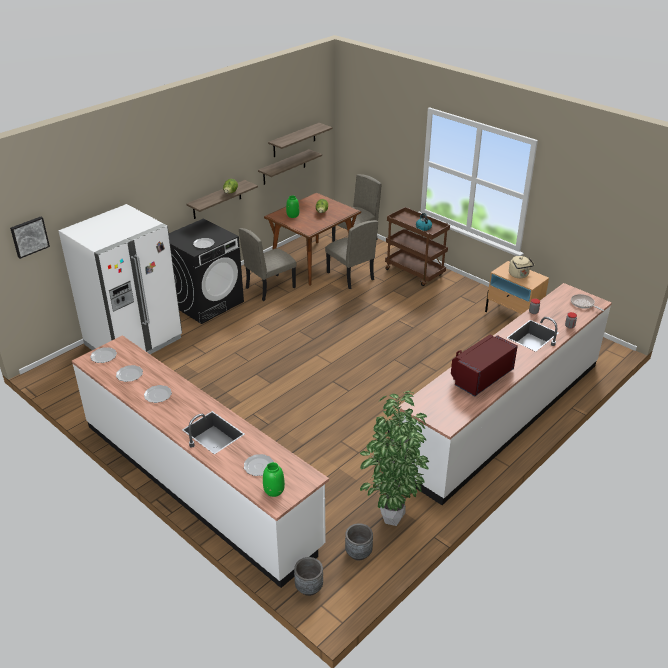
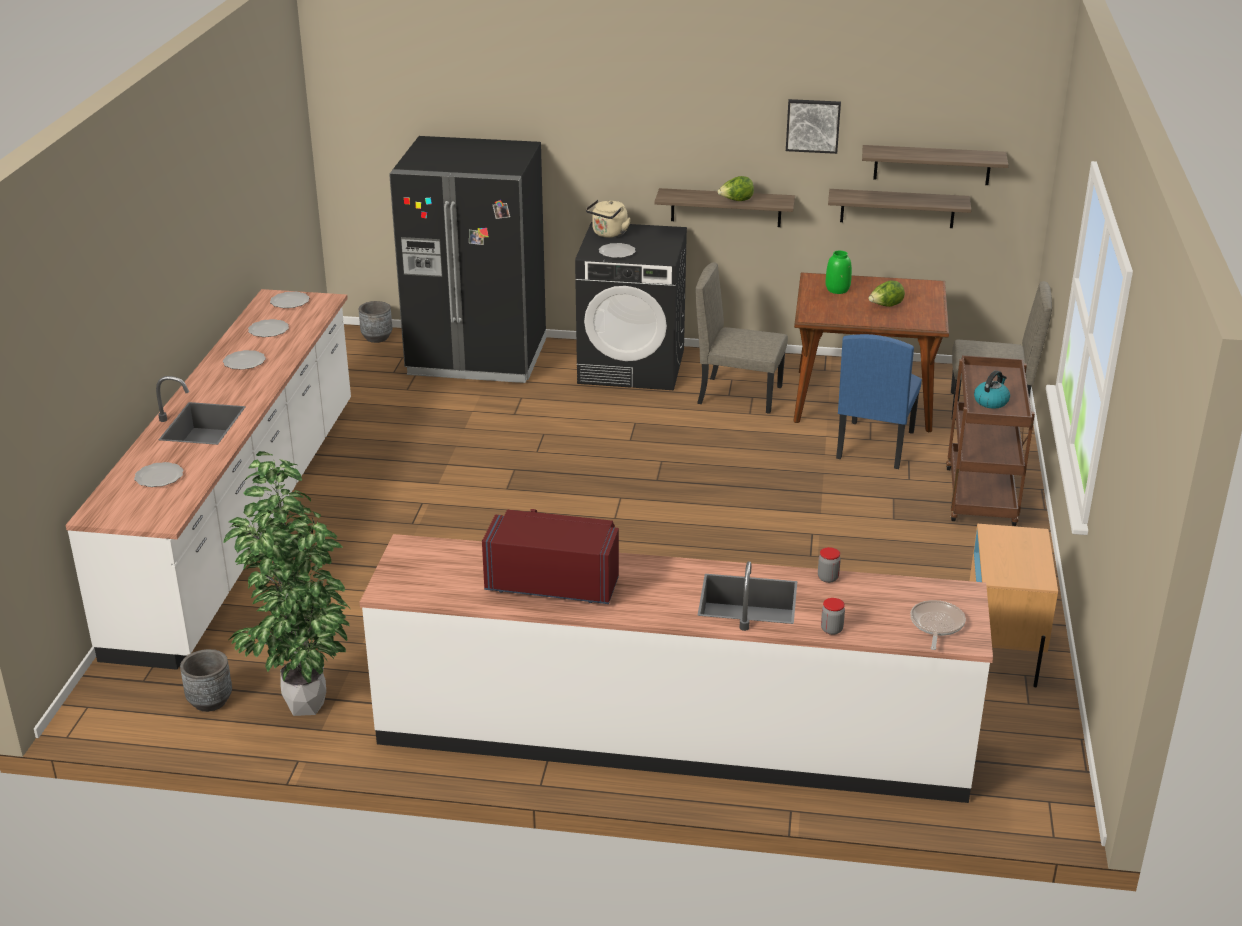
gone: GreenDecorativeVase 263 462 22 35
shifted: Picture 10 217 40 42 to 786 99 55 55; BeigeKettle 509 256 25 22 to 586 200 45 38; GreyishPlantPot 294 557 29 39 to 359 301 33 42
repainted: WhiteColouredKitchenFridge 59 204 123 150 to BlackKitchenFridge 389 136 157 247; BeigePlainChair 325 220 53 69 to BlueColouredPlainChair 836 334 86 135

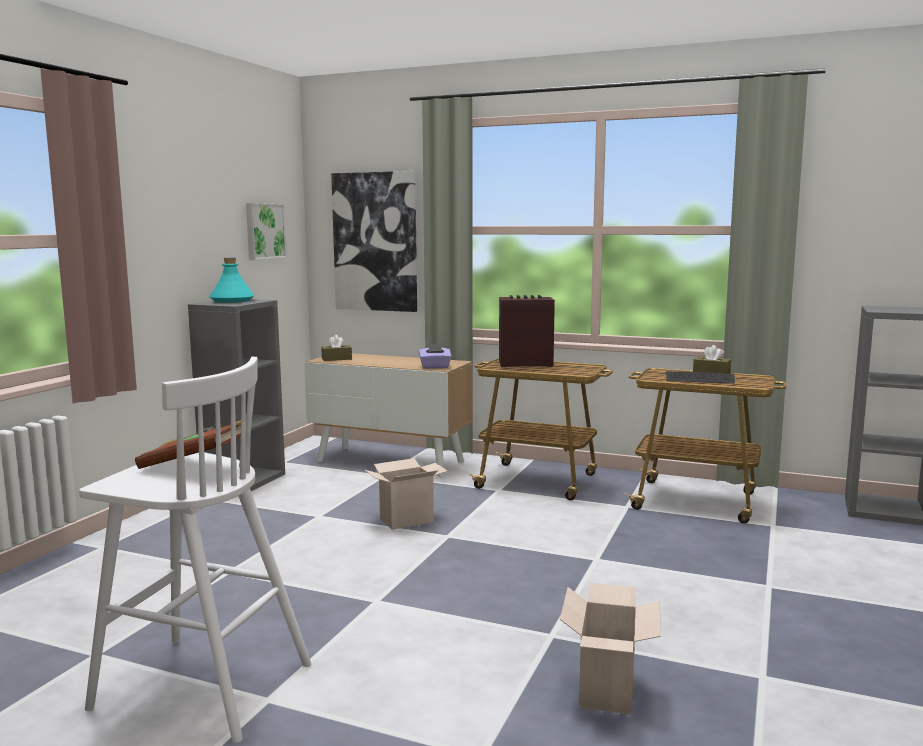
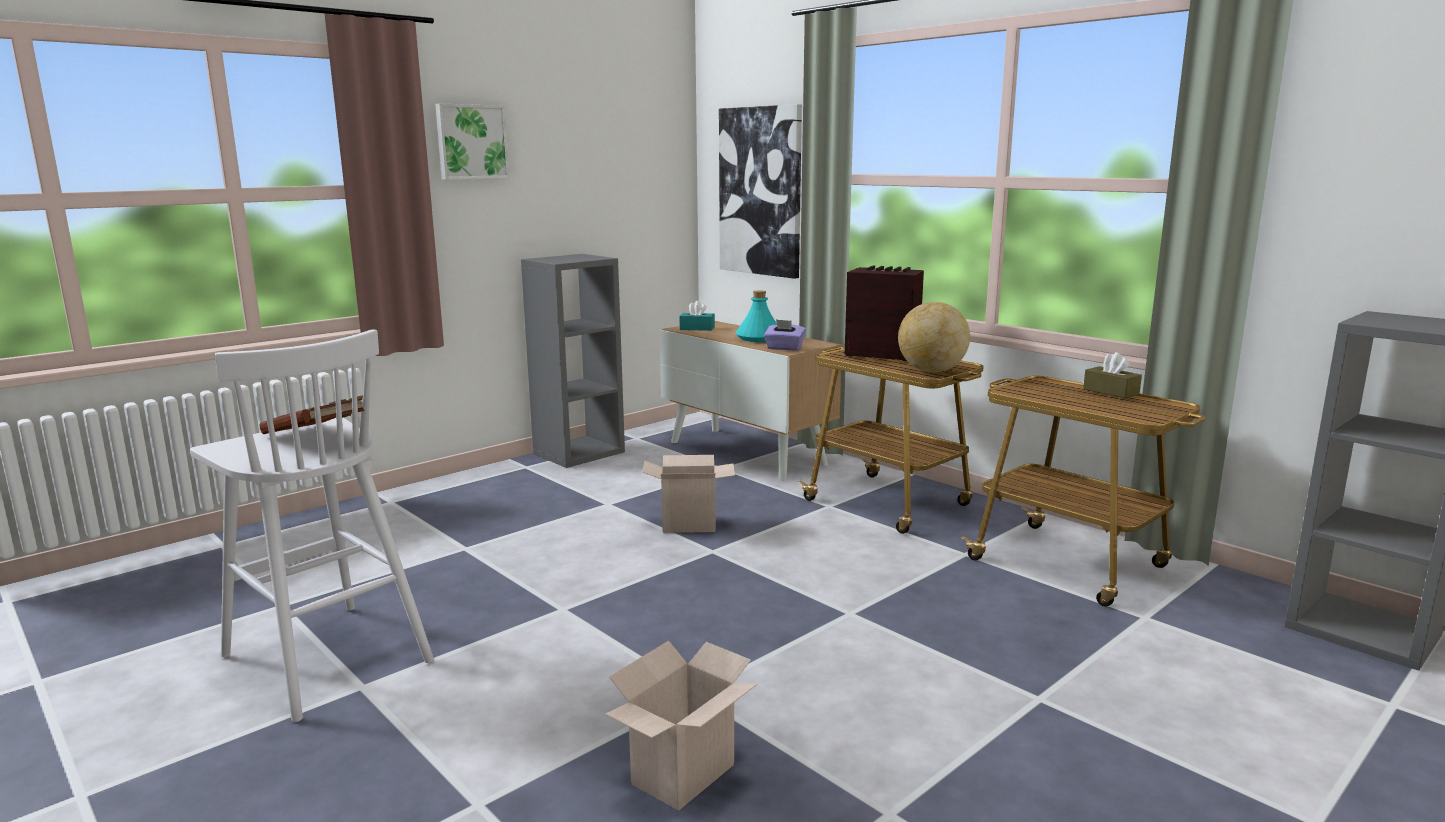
gone: PcKeyboard 666 371 69 12
new: DeskGlobe 898 302 72 70
shifted: Picture 246 203 41 57 to 435 104 75 76; TurquoiseColouredDrinkBottle 209 258 46 45 to 735 291 42 51
repainted: BrownTissueBox 321 335 31 26 to TurquoiseColouredTissueBox 679 301 36 30

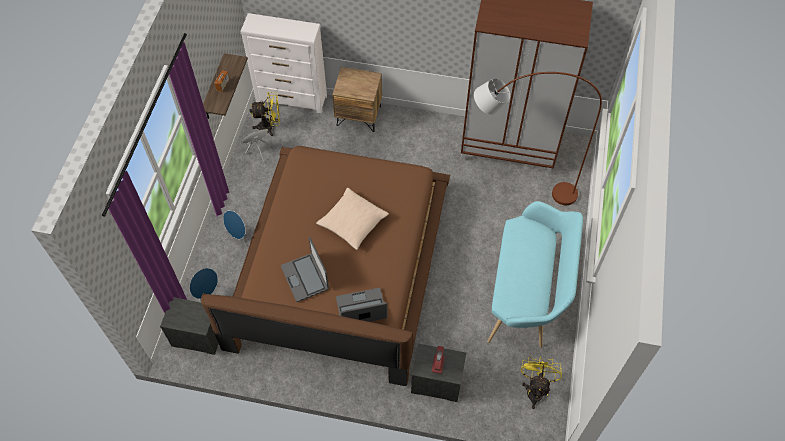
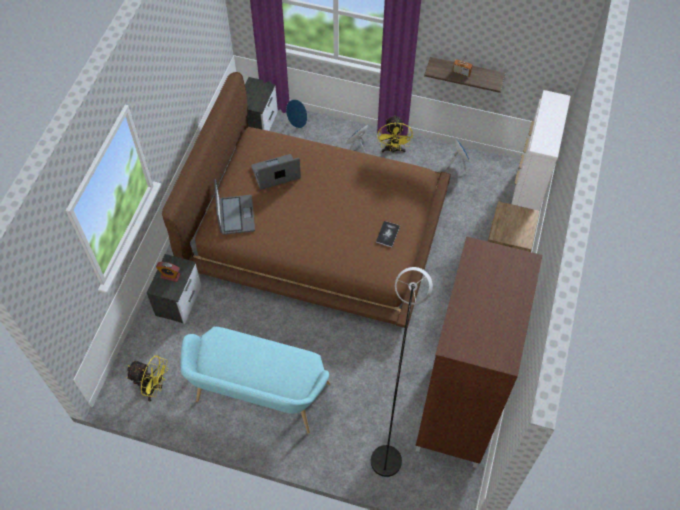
gone: BeigePillow 316 188 73 62
new: BoundBook 376 221 24 26
shifted: YellowElectricFan 250 92 30 44 to 377 115 36 39
repainted: BrownFloorLamp 474 72 128 133 to GreyishFloorLamp 371 267 62 210

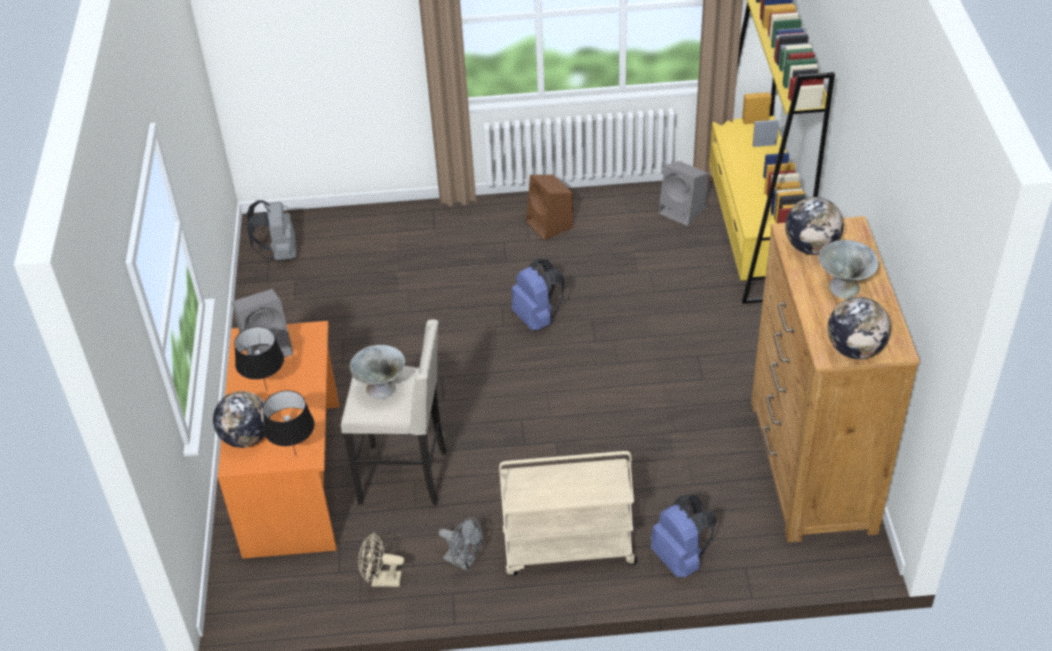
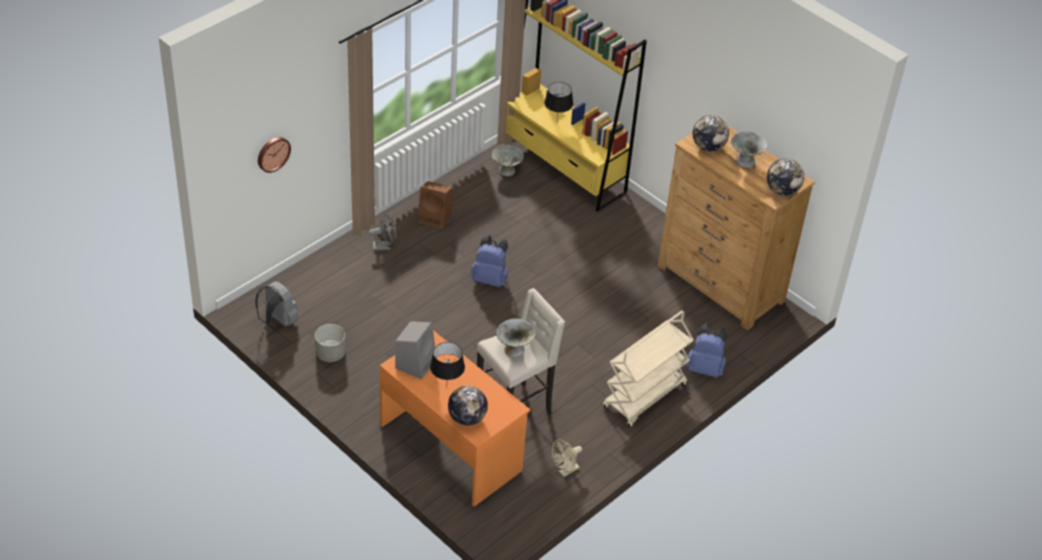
new: HangingClock 258 137 33 36; GreyishPlantPot 315 324 31 38
shifted: BlackLampForATable 263 390 52 65 to 544 82 29 39; GreyishElectricFan 439 517 44 54 to 368 214 29 37
swapped: GreyishAudioSpeaker 659 161 49 65 to GreyishBowl 492 145 32 31

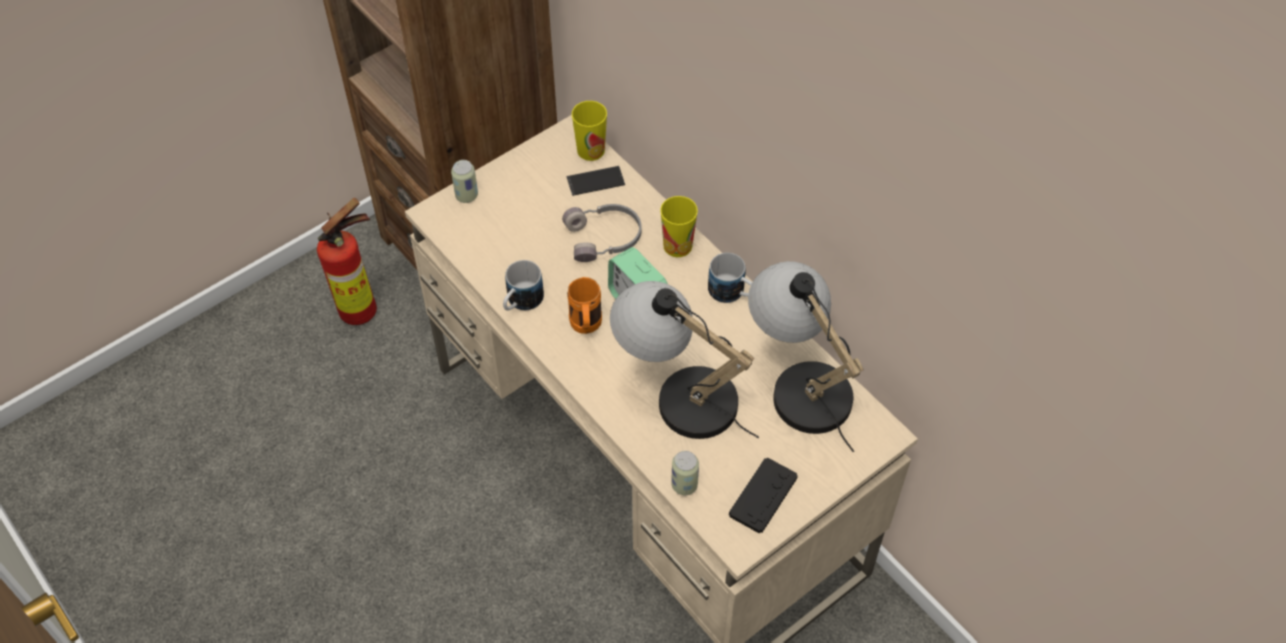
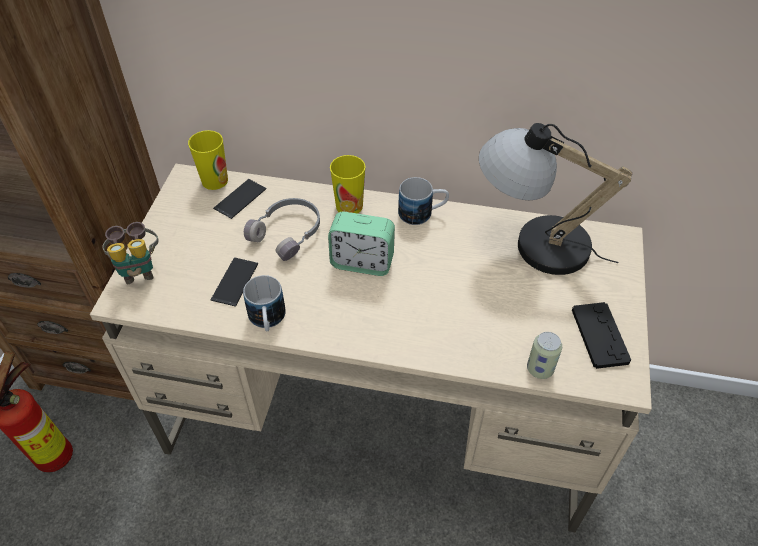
gone: OrangeMug 567 277 35 57; LampForATable 610 281 149 158
new: Phone 211 257 47 50
swapped: MetalCan 451 160 27 43 to FieldGlasses 102 222 57 62

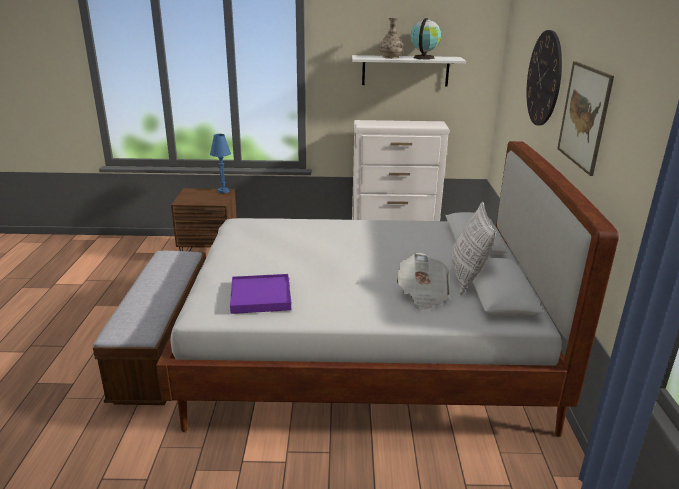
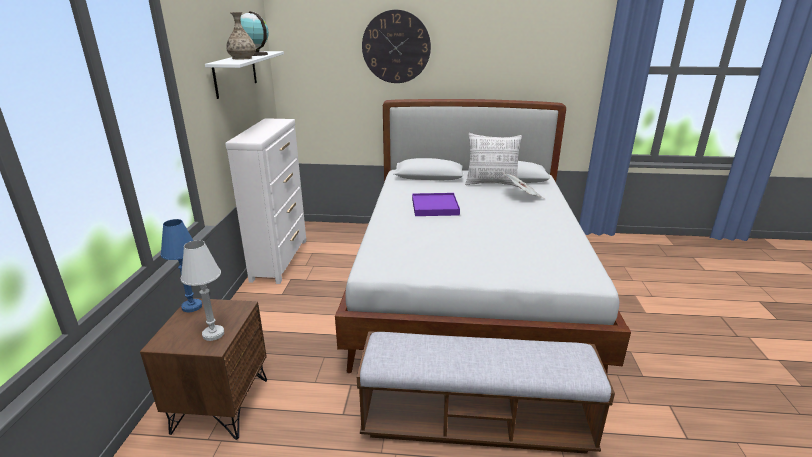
gone: Picture 557 61 57 115
new: WhiteColouredLampForATable 181 240 43 101
shifted: PurplishCarryingTray 230 274 61 40 to 412 193 48 23

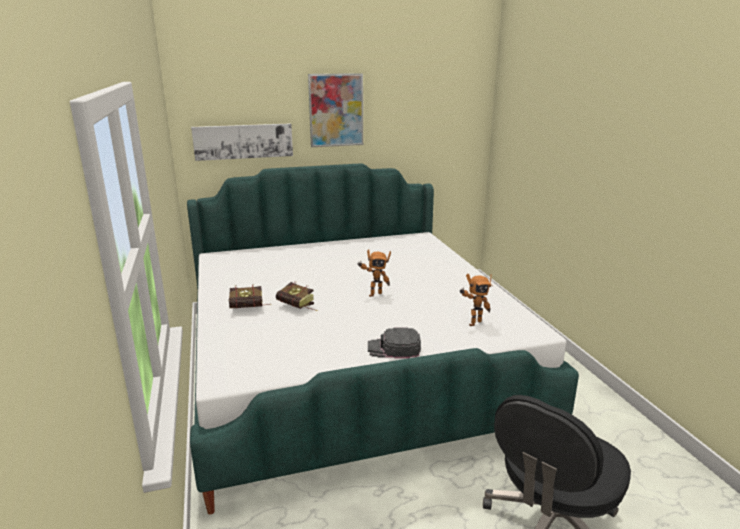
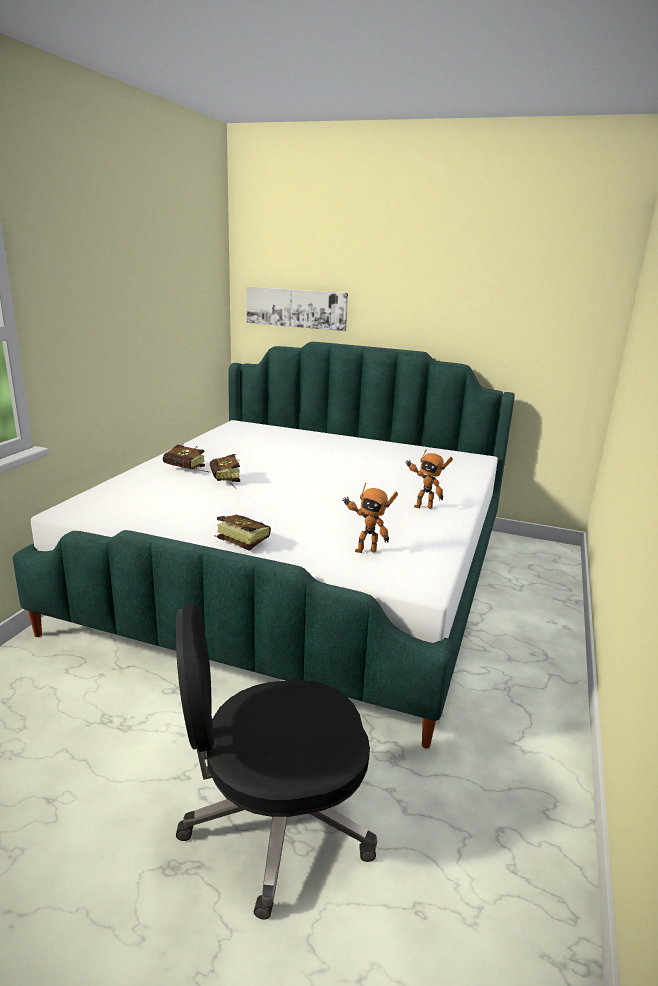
gone: Picture 308 73 55 74
shifted: ToyRobot 358 249 33 48 to 405 449 48 60
swapped: BlackCap 368 327 53 31 to BoundBook 214 515 57 36

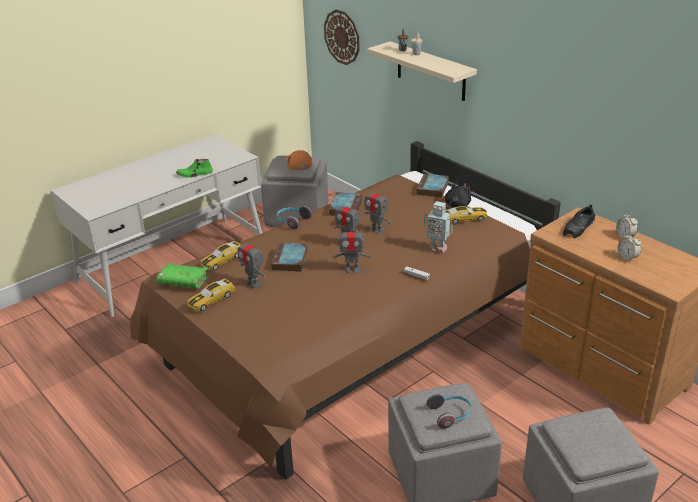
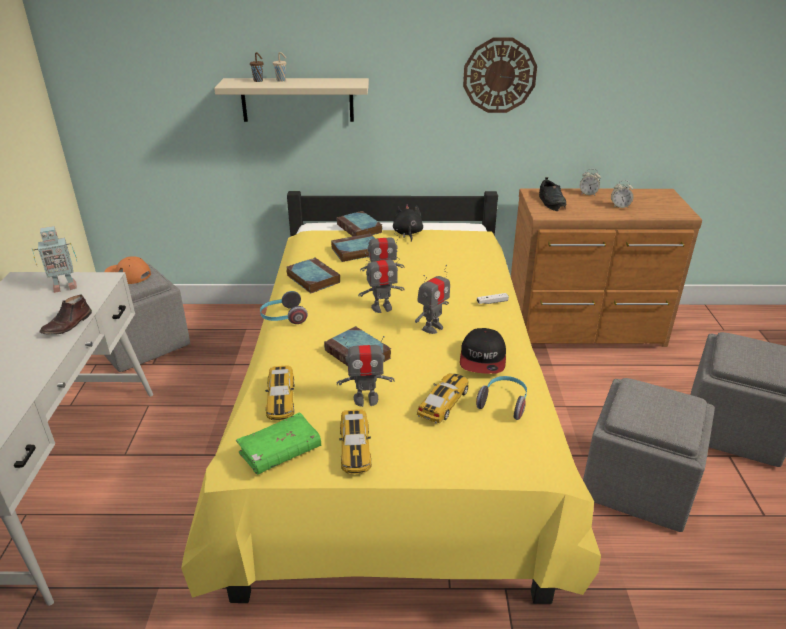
new: BoundBook 331 233 44 29; Cap 460 328 46 46
shifted: HangingClock 324 9 36 56 to 463 38 74 75; ToyRobot 424 201 29 53 to 32 226 45 67; ModelCar 445 206 42 18 to 417 373 52 51; Headset 427 394 45 35 to 476 376 51 44
repainted: BrownSleepingBed 130 141 431 339 to YellowSleepingBed 181 191 420 413; GreenItemOfFootwear 176 159 37 19 to BrownItemOfFootwear 39 294 53 41

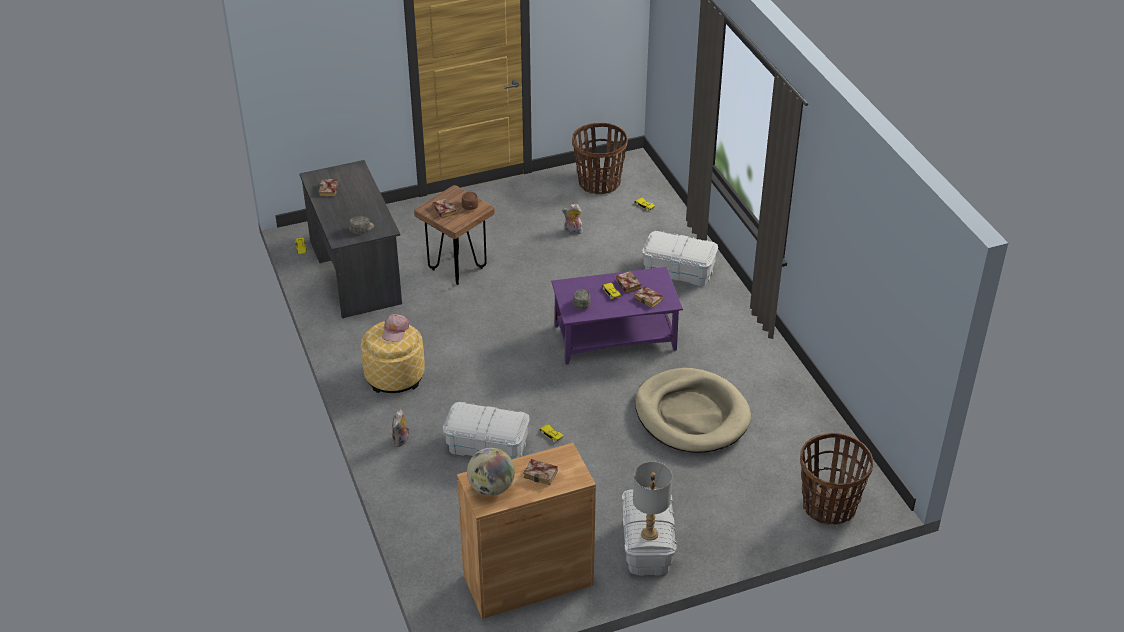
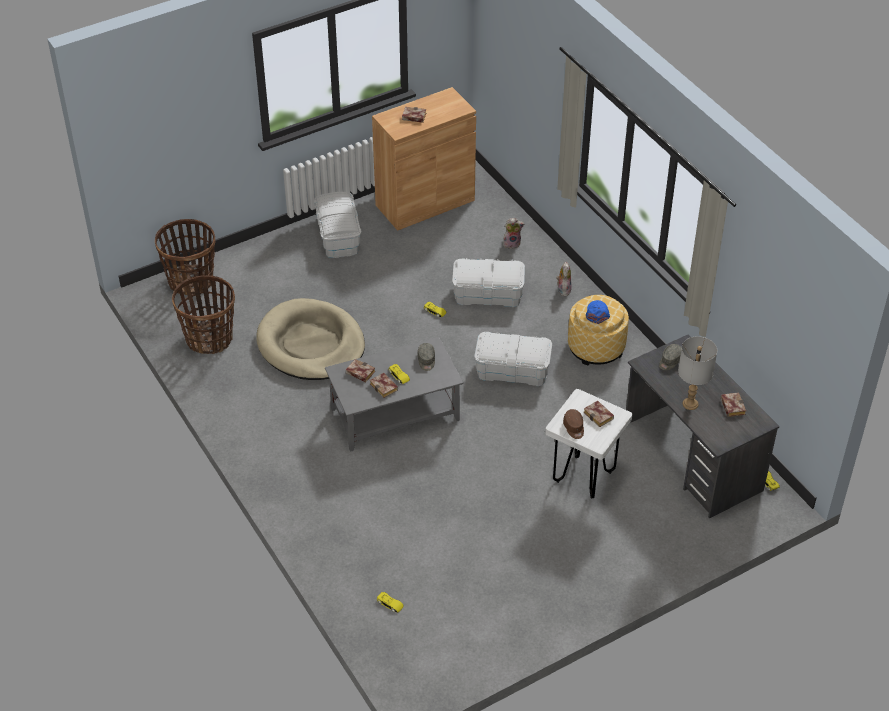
gone: DeskGlobe 467 448 48 48
shifted: Basket 572 123 56 71 to 172 275 63 79; PlushToy 562 204 20 31 to 503 218 21 31; WhiteColouredStorageBin 642 231 76 55 to 474 332 78 54; GreyishLampForATable 633 462 39 79 to 678 336 39 74
repainted: BrownStool 414 185 81 100 to WhiteColouredStool 545 389 87 109; PurplishLoungeTable 551 267 132 98 to GreyishLoungeTable 325 337 139 115; PinkishCap 382 314 27 28 to BlueColouredCap 586 300 24 24

